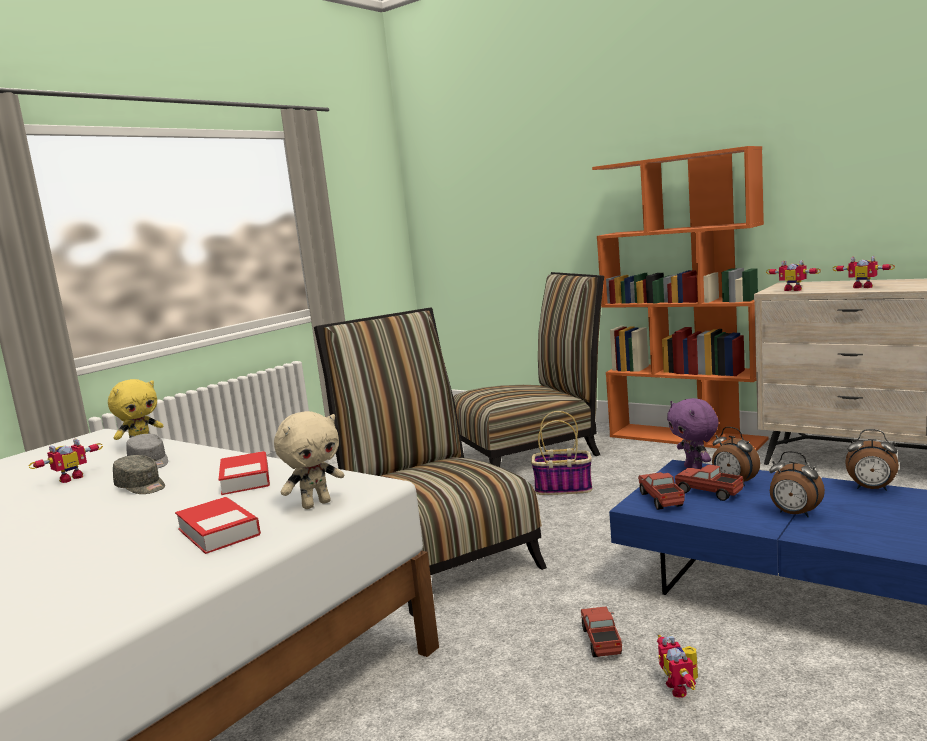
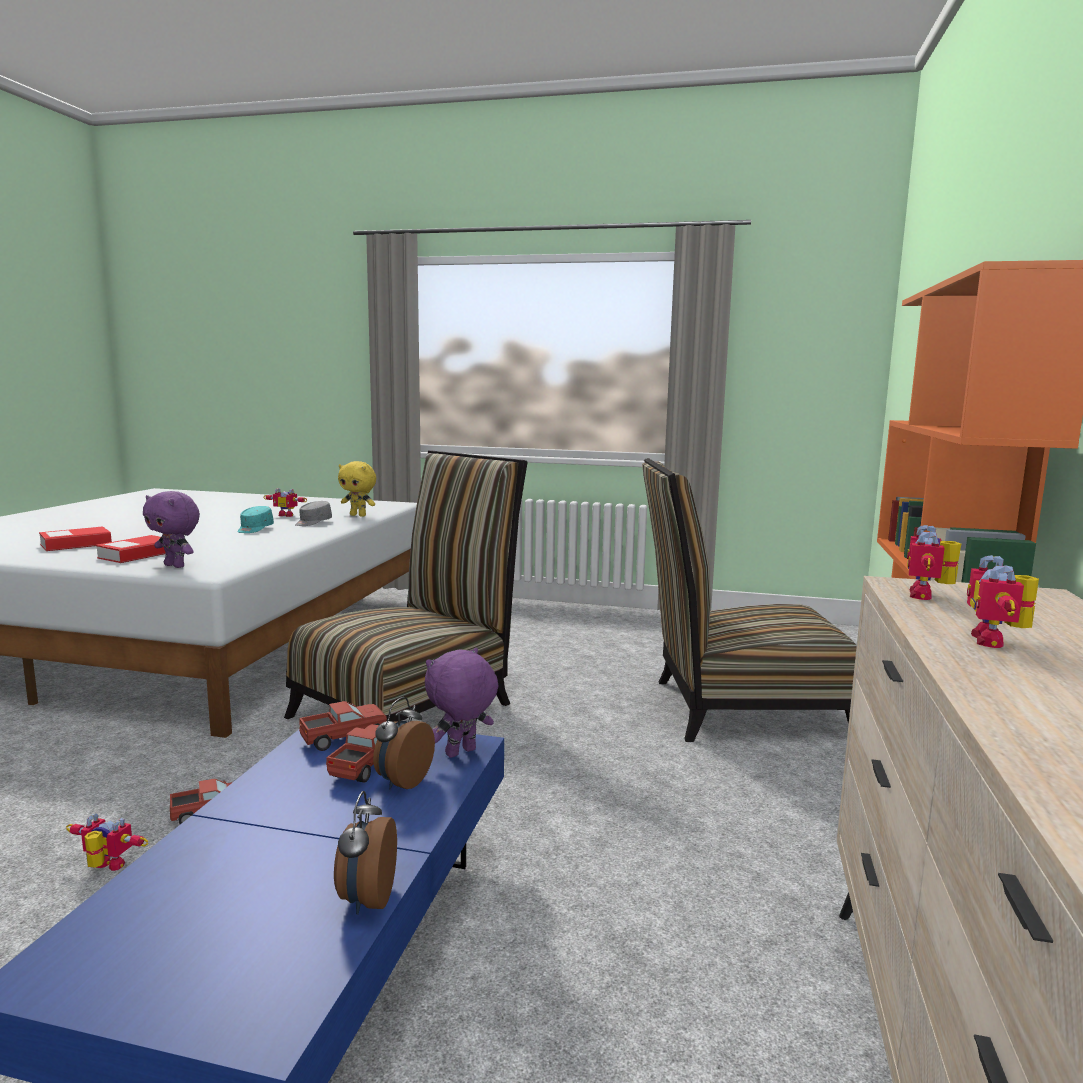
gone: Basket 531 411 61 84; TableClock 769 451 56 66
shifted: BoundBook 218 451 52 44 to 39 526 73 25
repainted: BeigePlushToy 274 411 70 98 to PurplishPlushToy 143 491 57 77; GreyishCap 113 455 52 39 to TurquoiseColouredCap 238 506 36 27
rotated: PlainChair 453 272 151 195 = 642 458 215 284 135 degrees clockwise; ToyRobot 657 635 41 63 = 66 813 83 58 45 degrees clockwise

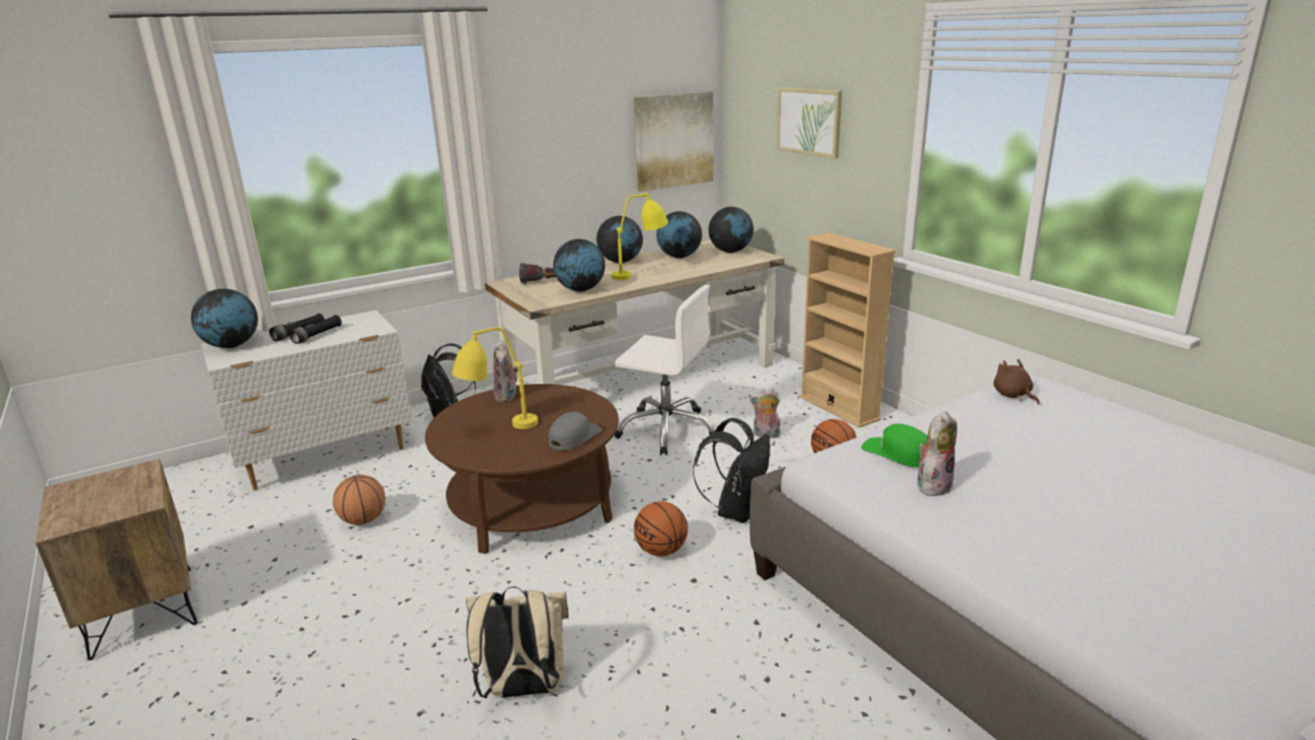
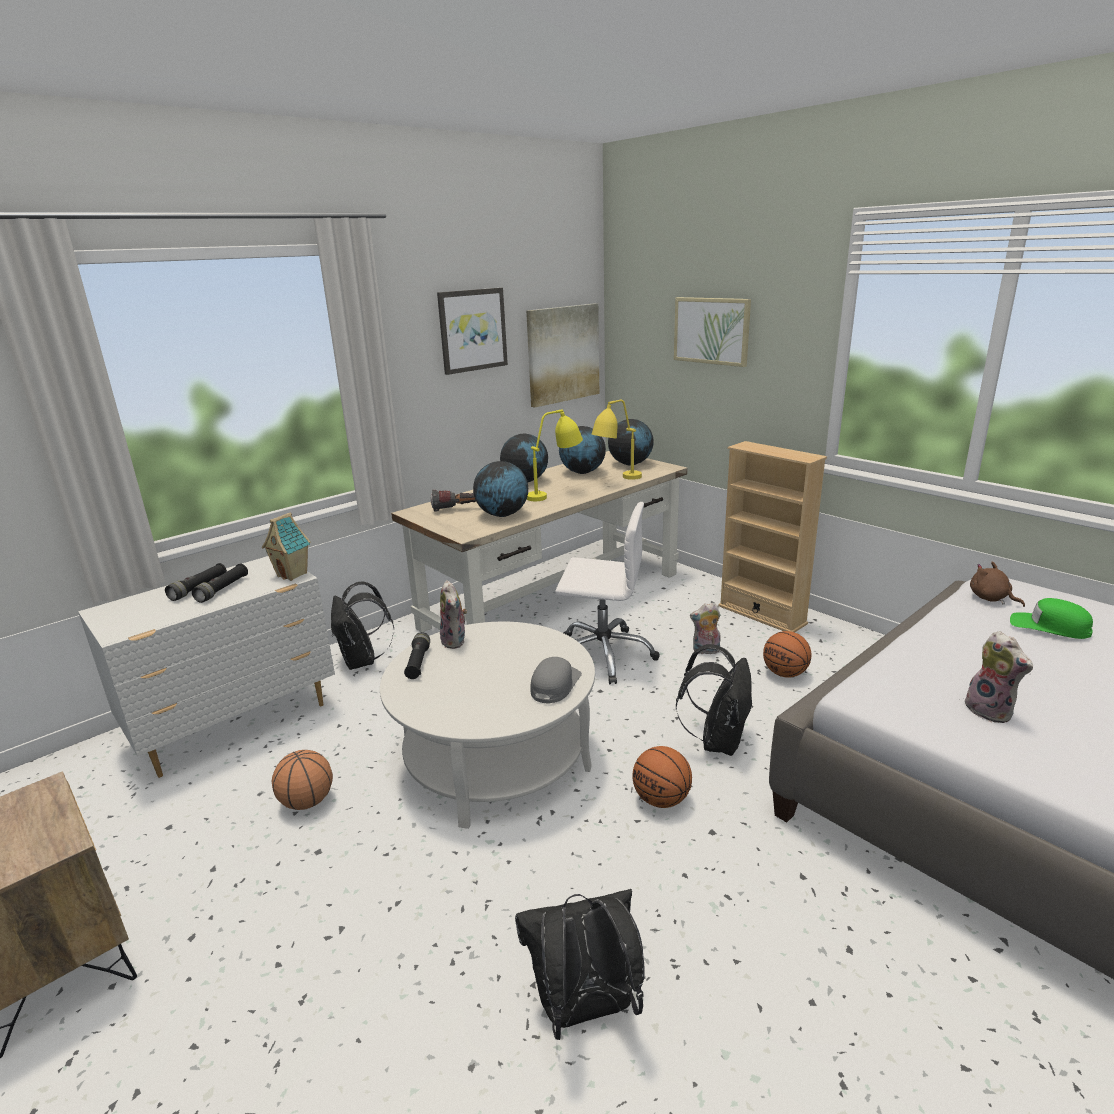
gone: DeskGlobe 191 289 67 59
new: Picture 437 288 71 87; ModelHouse 262 512 49 69; BlackTorch 404 632 26 47
shifted: YellowLampForATable 452 327 86 102 to 592 400 50 80; GreenCap 861 424 66 43 to 1010 598 83 41
repainted: BrownLoungeTable 425 384 194 170 to WhiteColouredLoungeTable 380 622 215 207; BeigeBackpack 466 586 102 112 to BlackBackpack 515 889 130 151
rotated: PlushToy 917 411 40 85 = 965 631 68 92 120 degrees clockwise

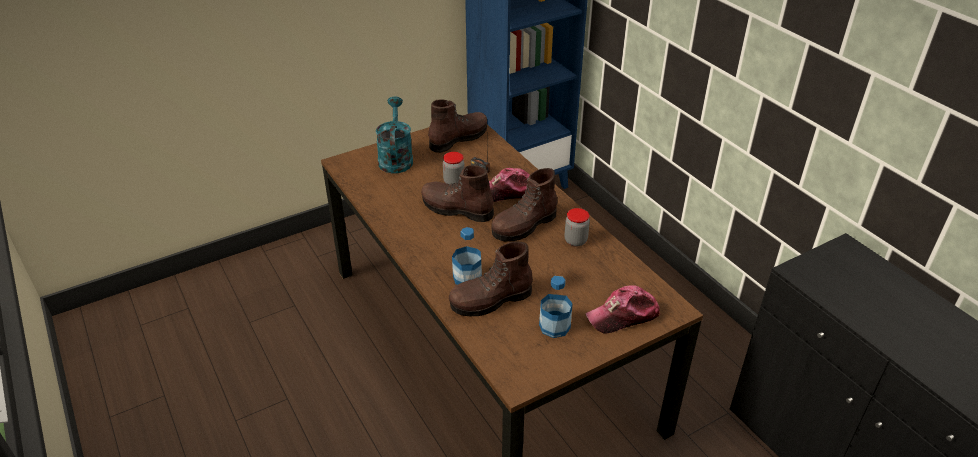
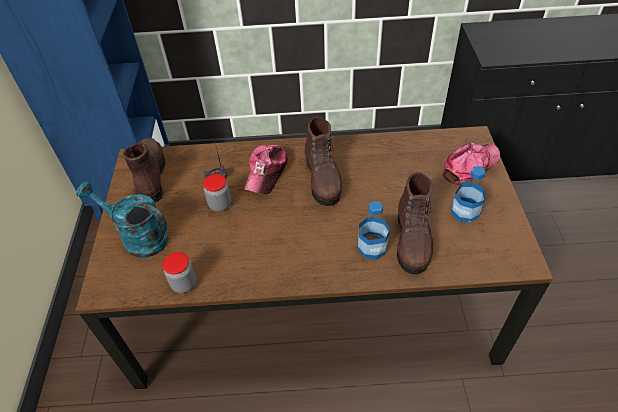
gone: BrownBoot 421 165 73 57
shifted: StorageJar 564 208 26 39 to 163 252 33 41
rotated: Cap 585 285 75 48 = 442 143 58 42 135 degrees counterclockwise

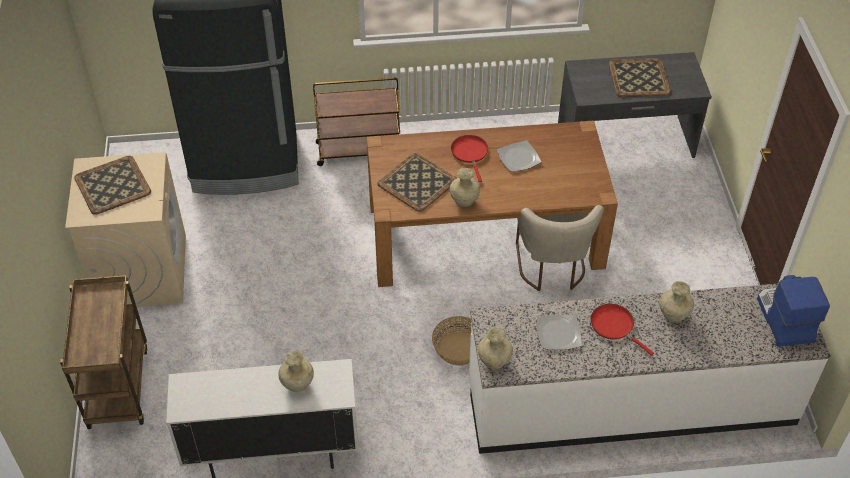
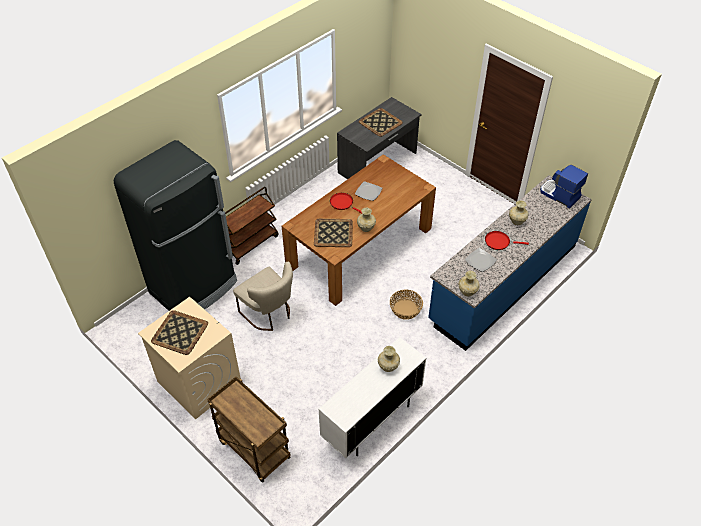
shifted: BeigePlainChair 516 205 88 86 to 233 262 60 69
repainted: WhiteColouredCounter 469 284 362 170 to BlueColouredCounter 428 175 164 176

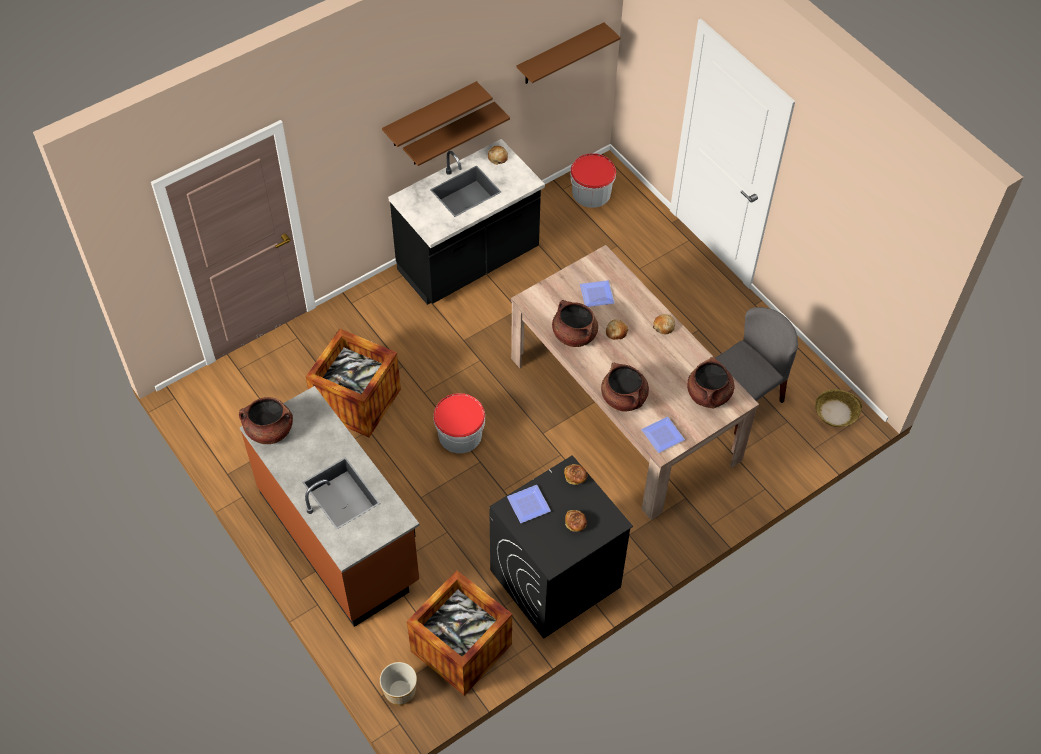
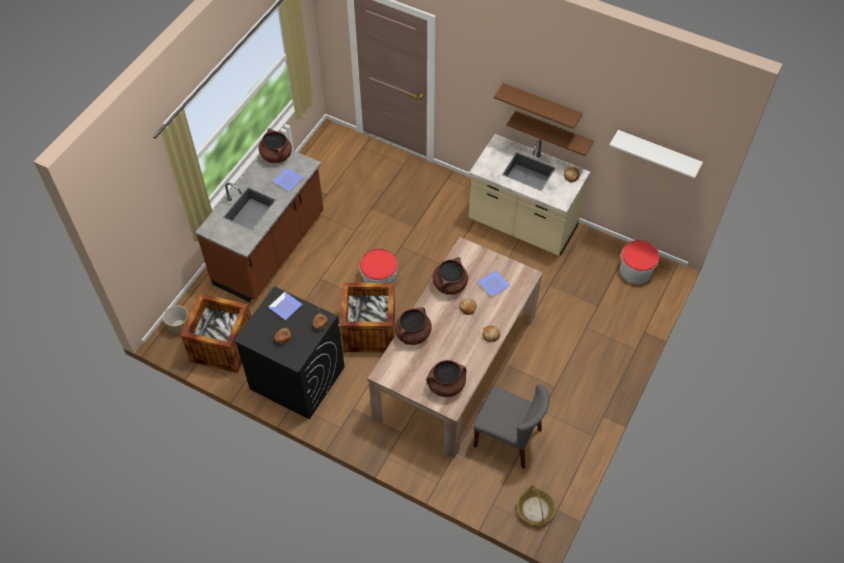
shifted: PackingCrate 306 329 95 108 to 341 283 54 69; FlatDish 641 417 44 36 to 273 168 31 23
repainted: BrownShelf 517 22 104 62 to WhiteColouredShelf 609 130 94 49; BlackCounter 388 139 157 166 to BeigeCounter 469 134 121 122

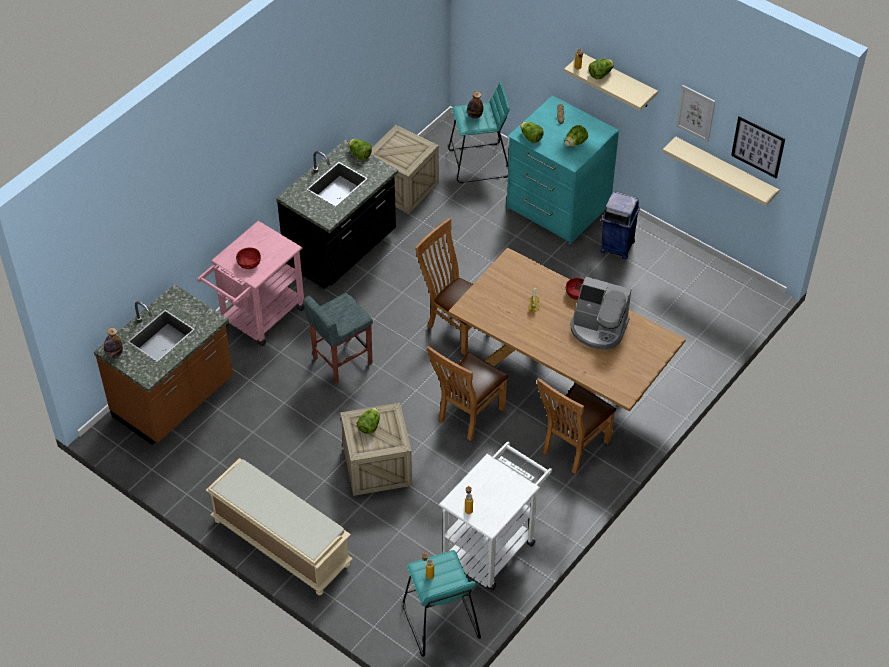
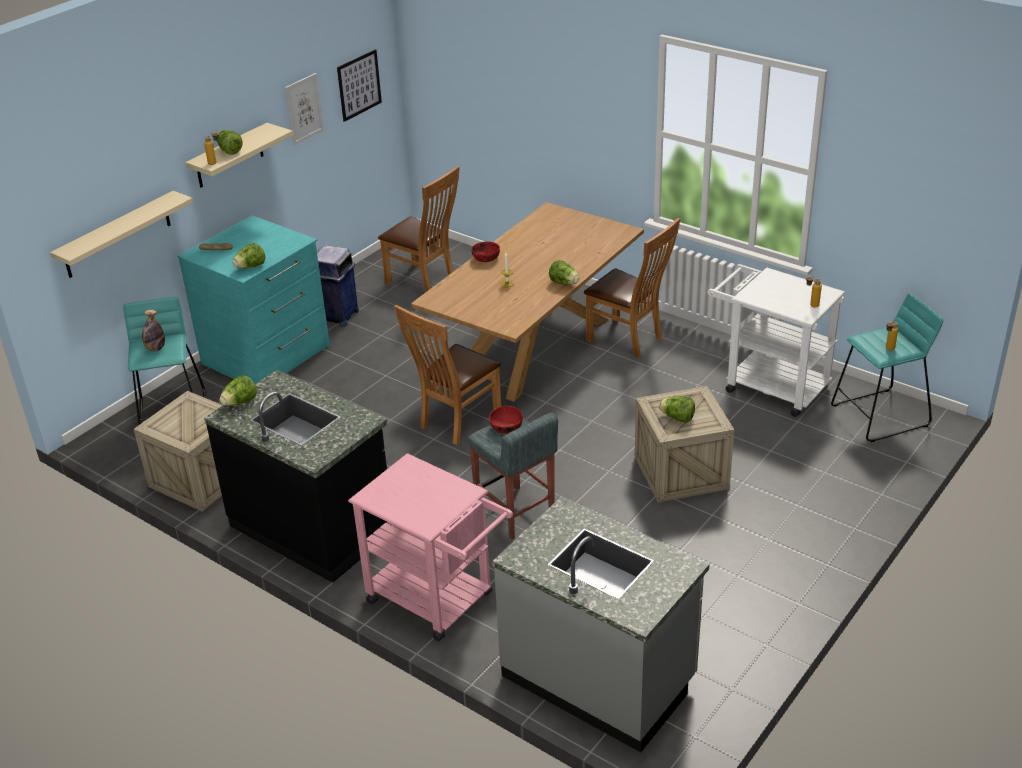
gone: CoffeeMachine 570 277 61 73; DrinkBottle 104 328 19 30; BeigeLongSeat 206 458 147 137
shifted: HeadOfLettuce 565 125 23 22 to 549 260 30 25; BeigeShelf 662 136 117 70 to 50 191 143 87; ReddishBowl 236 247 25 22 to 489 406 34 28; BrownPlainChair 427 346 81 95 to 378 166 82 126
repainted: BrownCounter 94 284 139 161 to GreyishCounter 492 497 217 255

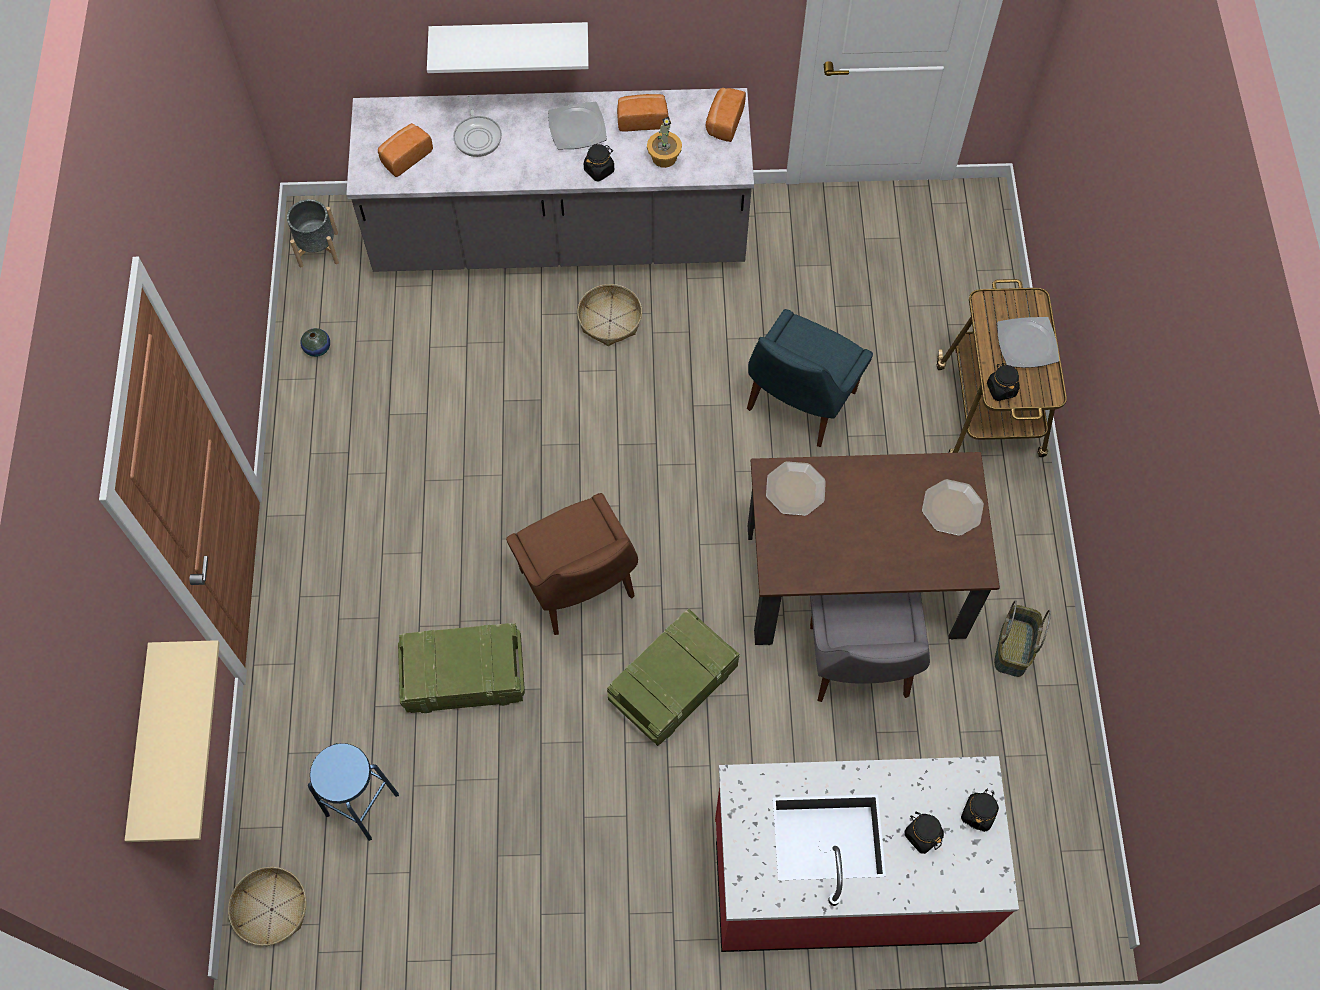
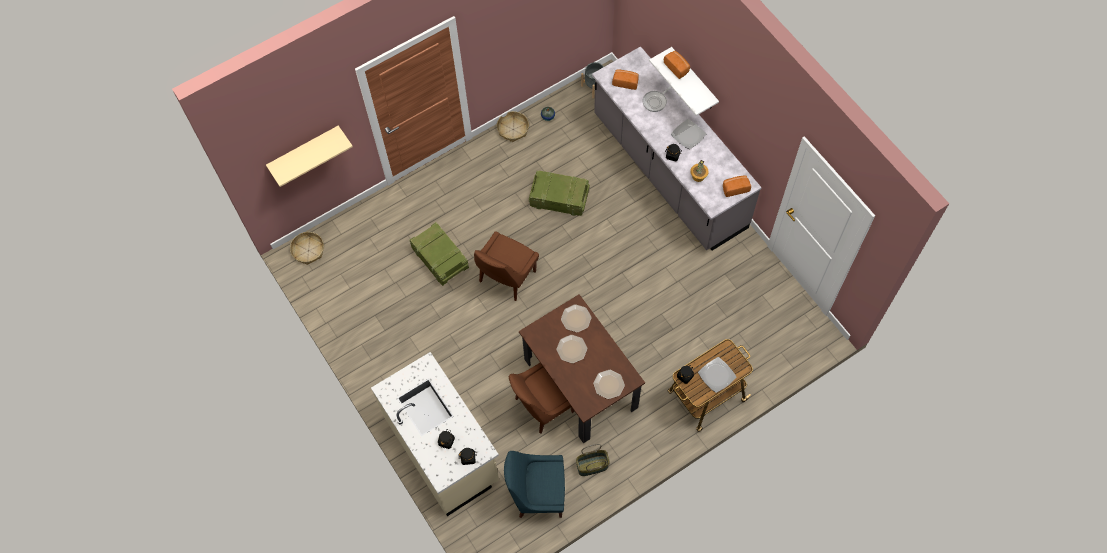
gone: BlueColouredStool 308 743 91 98
new: FlatDish 556 335 31 28
shifted: BakedBread 617 94 51 38 to 664 51 26 28; Basket 577 284 65 62 to 497 111 32 31; BlueColouredPlainChair 747 309 126 138 to 504 451 61 67; PackingCrate 607 609 133 137 to 529 170 61 46
repainted: GreyishPlainChair 810 592 120 110 to BrownPlainChair 509 363 65 71; ReddishCounter 715 756 304 196 to BeigeCounter 371 352 128 164

